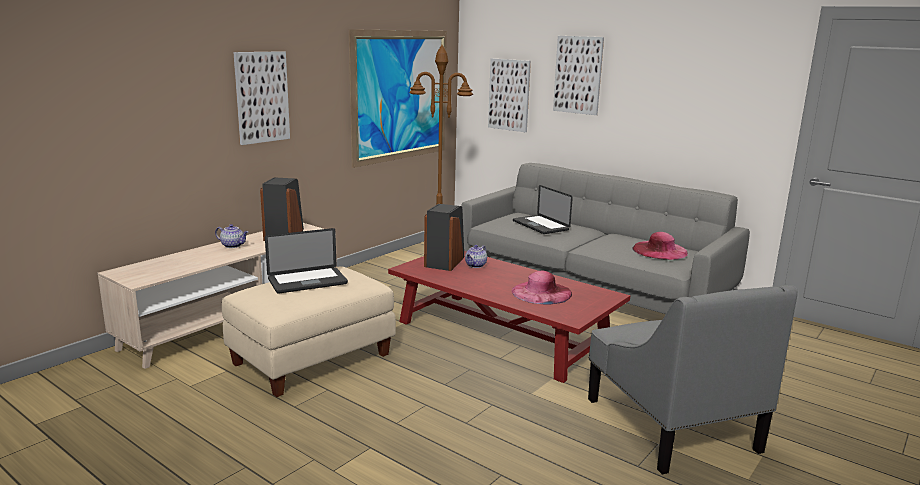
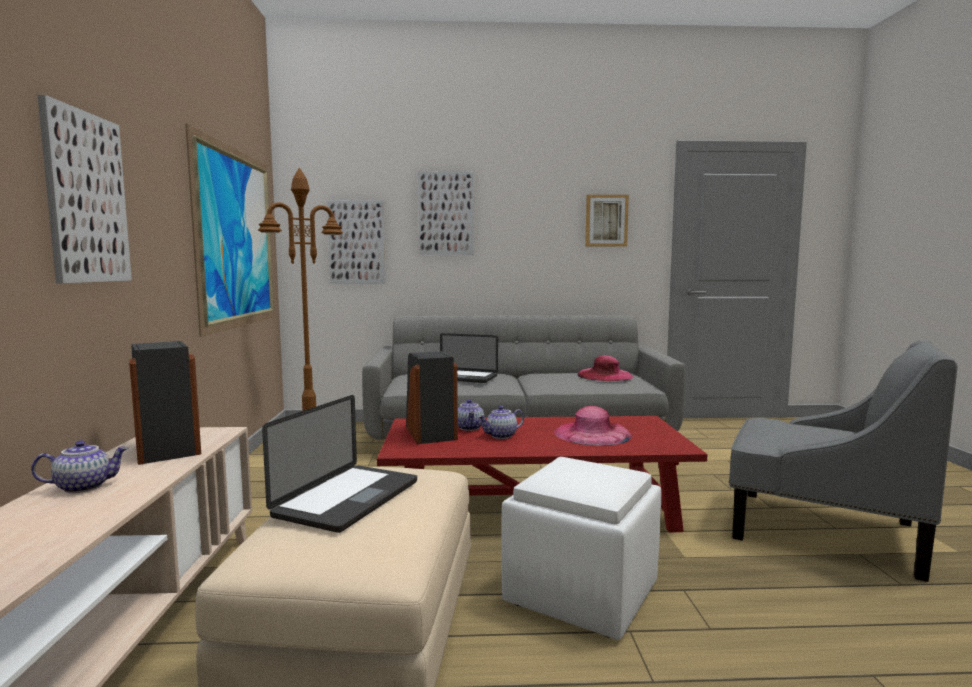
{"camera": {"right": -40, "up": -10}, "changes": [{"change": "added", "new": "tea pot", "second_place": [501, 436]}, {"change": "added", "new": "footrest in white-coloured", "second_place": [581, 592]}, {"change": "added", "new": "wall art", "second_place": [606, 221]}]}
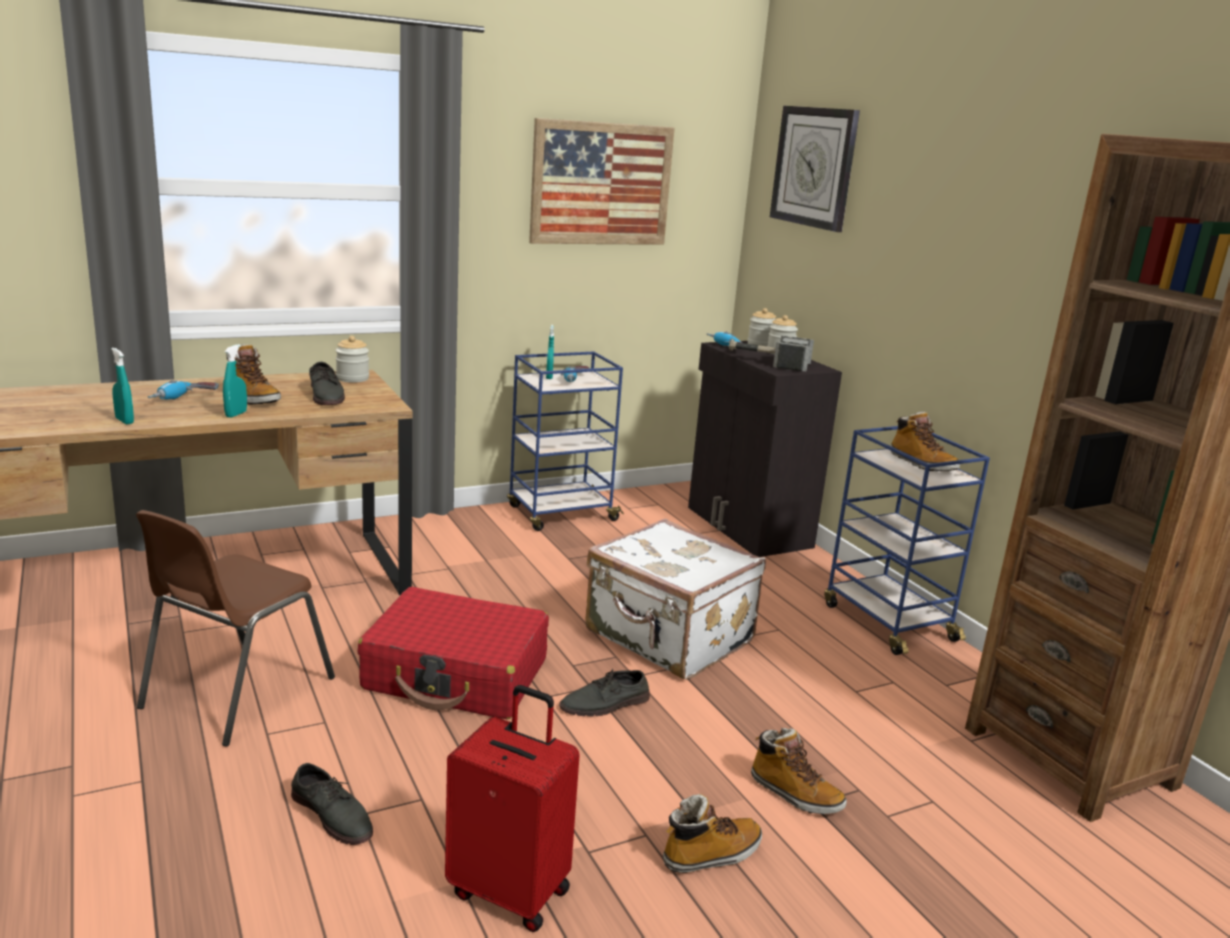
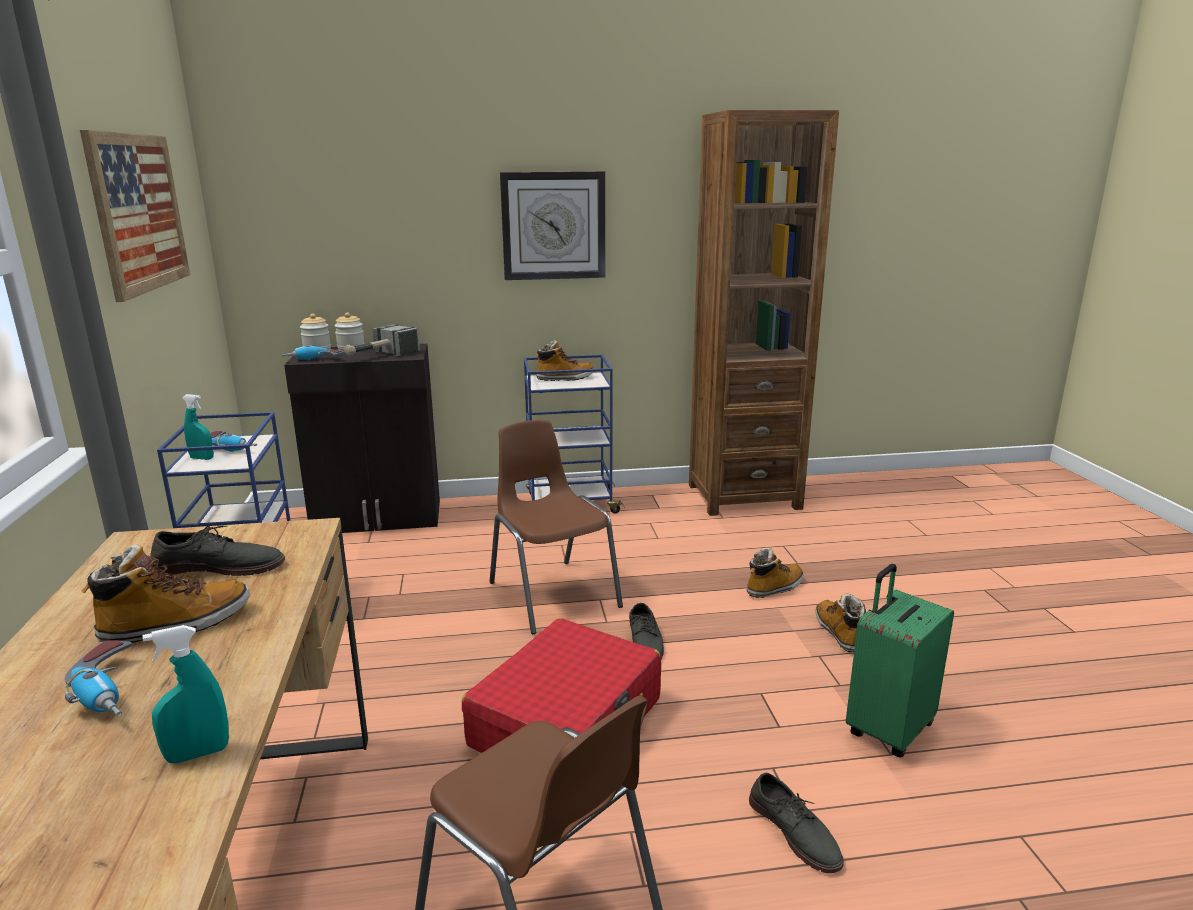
{"camera": {"right": -70, "up": 0}, "changes": [{"change": "replaced", "old": "piece of luggage in white-coloured", "new": "chair in brown-coloured", "first_place": [668, 638], "second_place": [552, 594]}, {"change": "moved", "old": "hanging clock", "first_place": [814, 167], "second_place": [553, 226]}, {"change": "turned", "old": "item of footwear in greyish", "first_place": [333, 814], "second_place": [795, 831], "degrees": 90}, {"change": "recoloured", "old": "piece of luggage in red-coloured", "new": "piece of luggage in greenish", "first_place": [511, 890], "second_place": [887, 729]}, {"change": "removed", "old": "sprayer in blue-green", "first_place": [236, 414]}, {"change": "removed", "old": "storage jar", "first_place": [352, 378]}]}
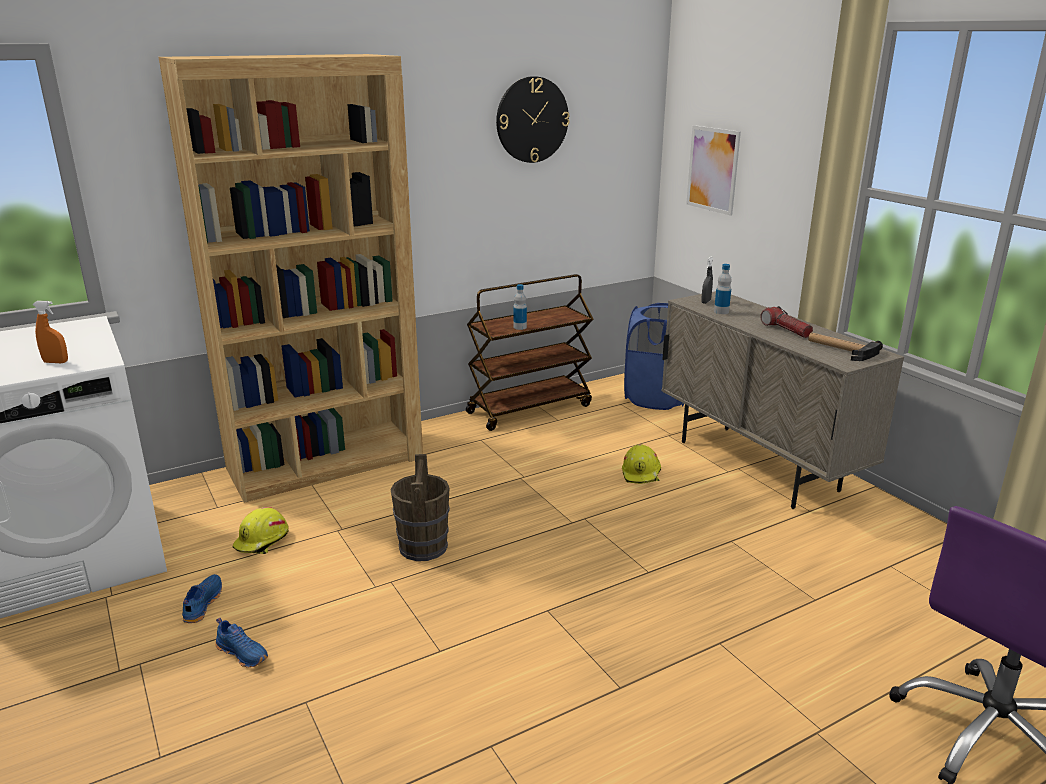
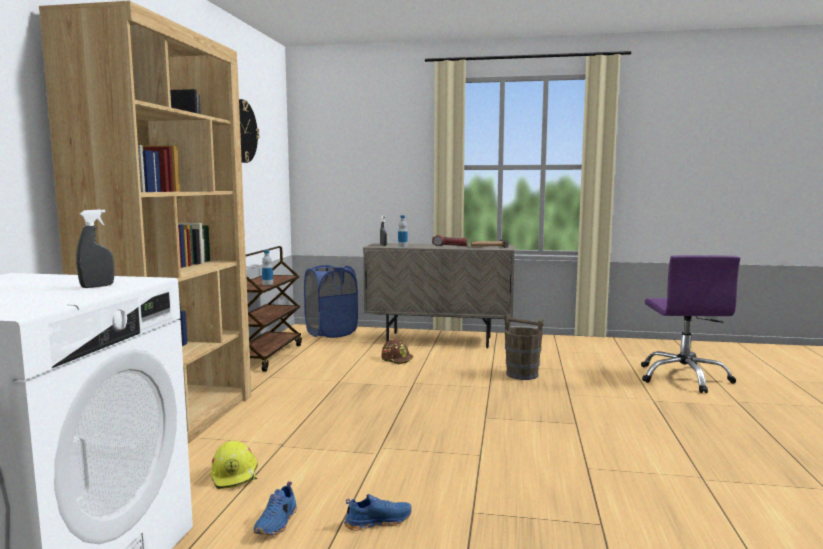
{"camera": {"right": -50, "up": -15}, "changes": [{"change": "recoloured", "old": "sprayer in orange-coloured", "new": "sprayer in greyish", "first_place": [56, 362], "second_place": [97, 286]}, {"change": "turned", "old": "item of footwear in bluish", "first_place": [202, 604], "second_place": [277, 523], "degrees": -120}, {"change": "recoloured", "old": "safety helmet in yellowish", "new": "safety helmet in brown-coloured", "first_place": [641, 473], "second_place": [397, 359]}, {"change": "moved", "old": "water bucket in brown-coloured", "first_place": [423, 546], "second_place": [521, 374]}, {"change": "removed", "old": "wall art", "first_place": [713, 169]}]}
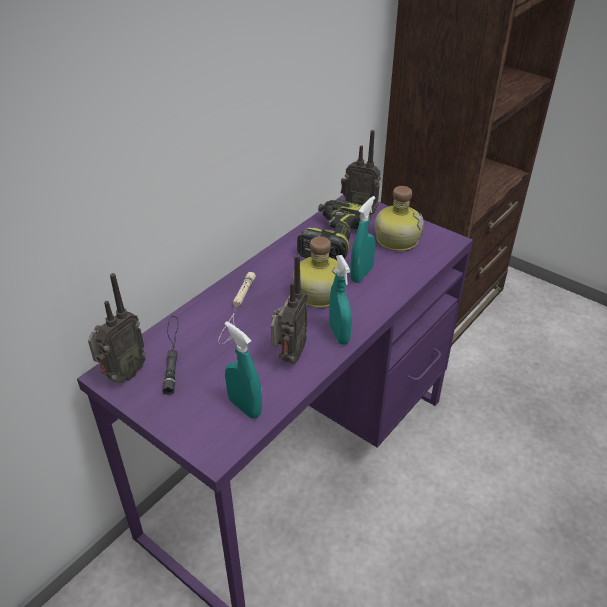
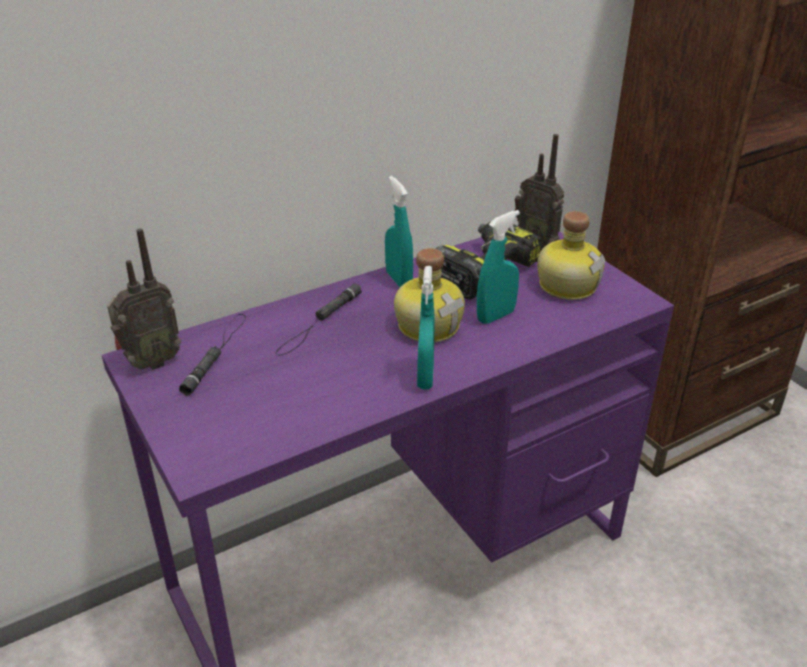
{"camera": {"right": 20, "up": -5}, "changes": [{"change": "recoloured", "old": "torch in beige-coloured", "new": "torch in black", "first_place": [237, 309], "second_place": [319, 323]}, {"change": "moved", "old": "sprayer in blue-green", "first_place": [245, 407], "second_place": [398, 279]}, {"change": "removed", "old": "radio receiver", "first_place": [288, 357]}]}
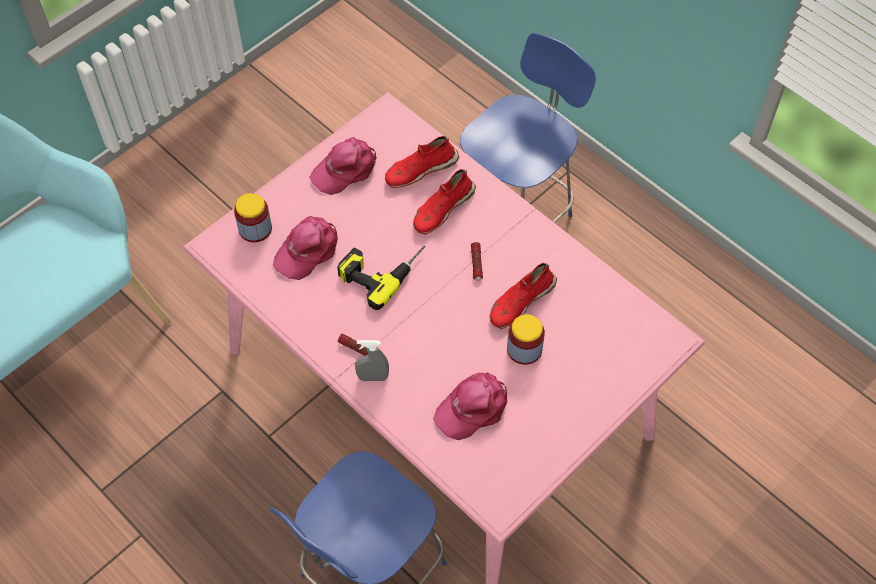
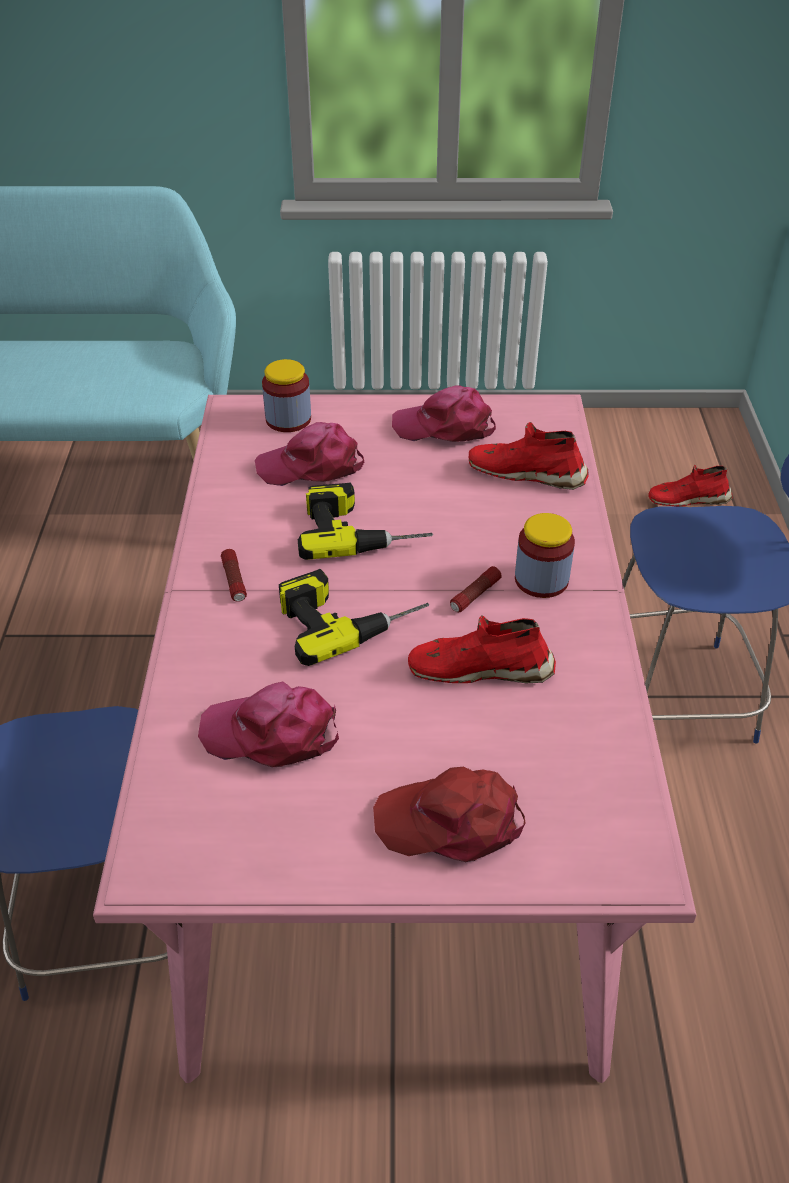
{"camera": {"right": 45, "up": -15}, "changes": [{"change": "added", "new": "drill", "second_place": [348, 615]}, {"change": "added", "new": "peaked cap in red-coloured", "second_place": [451, 821]}, {"change": "moved", "old": "storage jar", "first_place": [524, 349], "second_place": [541, 580]}, {"change": "moved", "old": "item of footwear in red-coloured", "first_place": [442, 208], "second_place": [687, 499]}, {"change": "removed", "old": "sprayer in greyish", "first_place": [373, 377]}]}
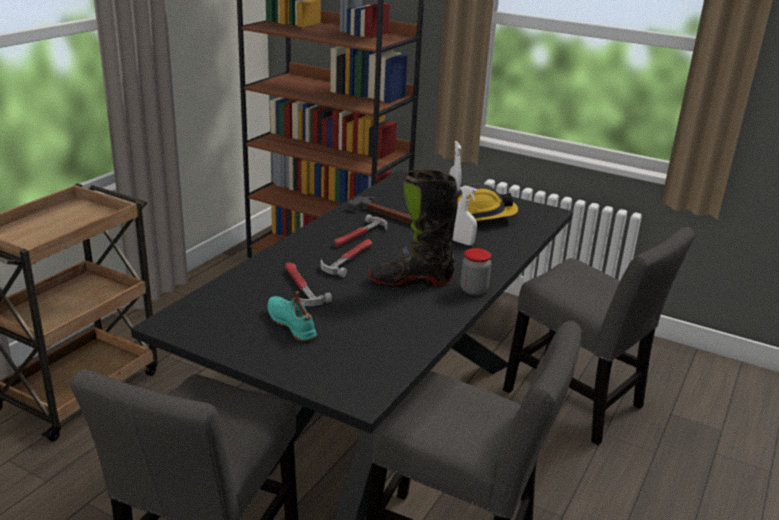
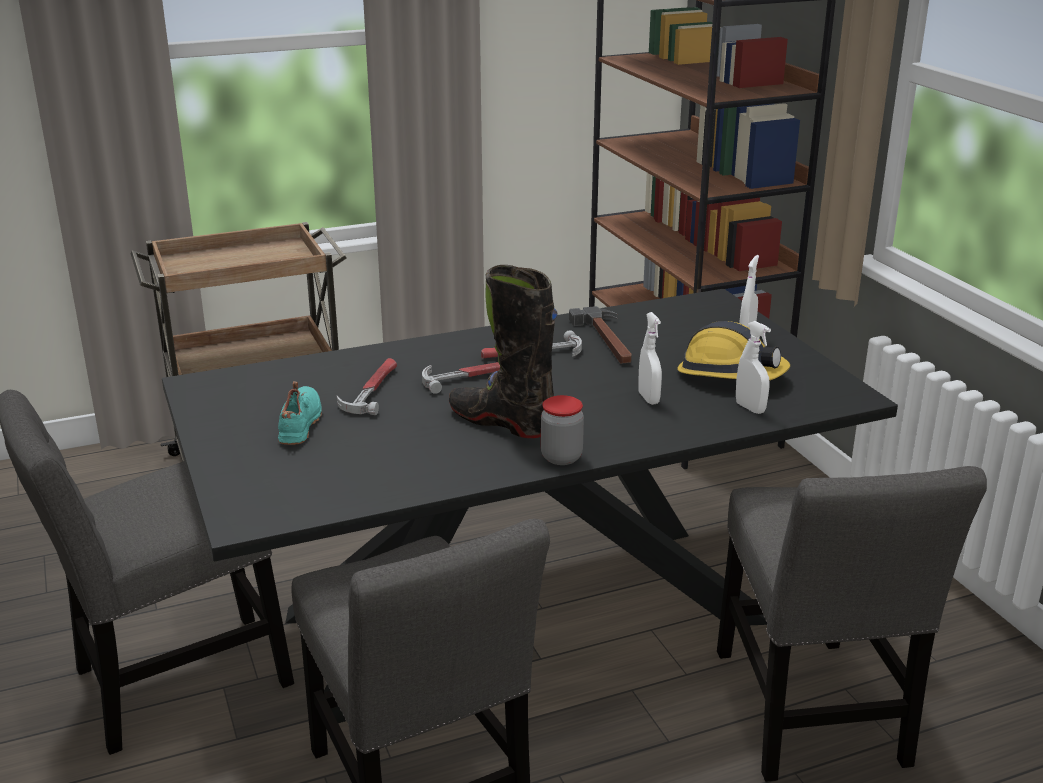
{"camera": {"right": 40, "up": 0}, "changes": [{"change": "added", "new": "sprayer in white-coloured", "second_place": [750, 408]}]}
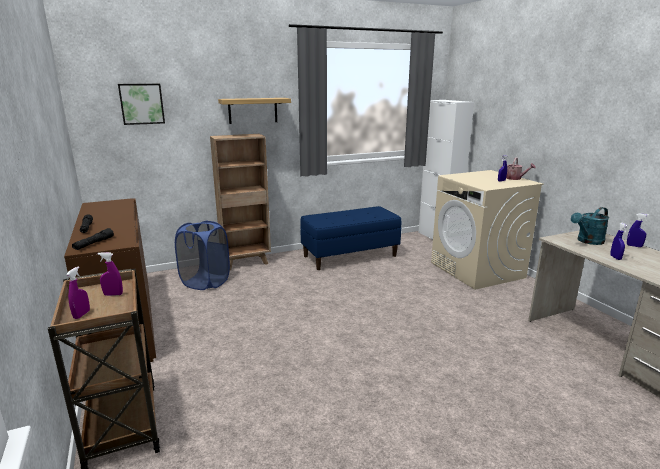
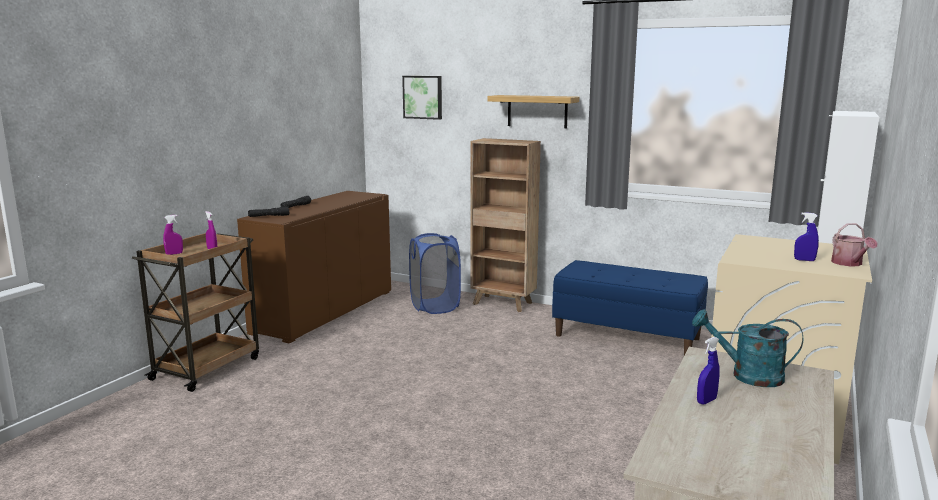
{"camera": {"right": 50, "up": -5}, "changes": [{"change": "removed", "old": "sprayer in bluish", "first_place": [634, 246]}]}
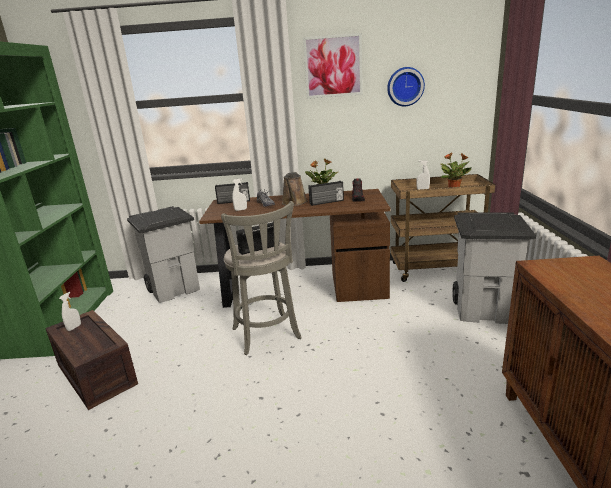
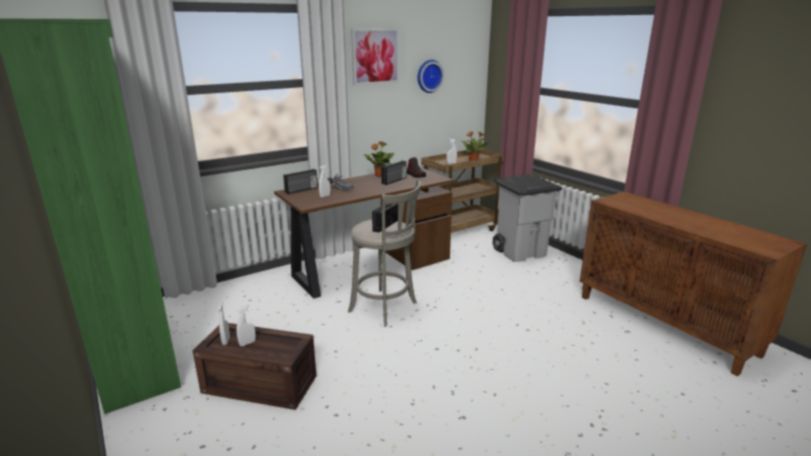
{"camera": {"right": -35, "up": 0}, "changes": [{"change": "added", "new": "sprayer in white-coloured", "second_place": [247, 343]}, {"change": "removed", "old": "trash can in greyish", "first_place": [174, 289]}, {"change": "removed", "old": "watering can in brown-coloured", "first_place": [294, 203]}]}
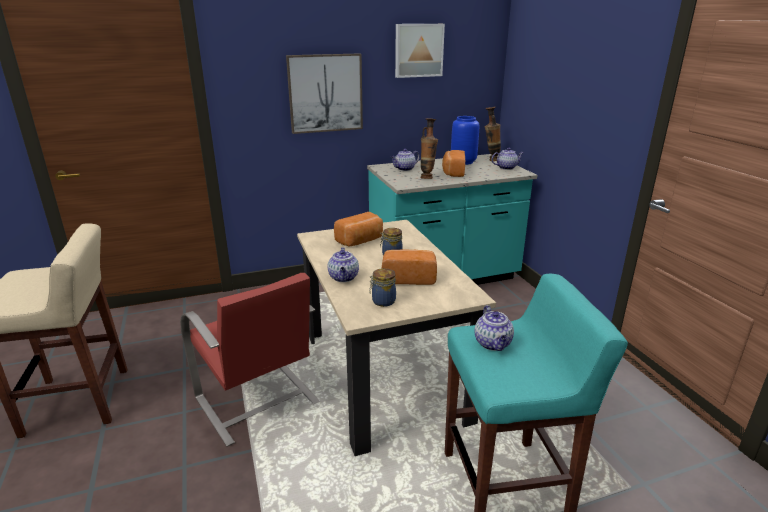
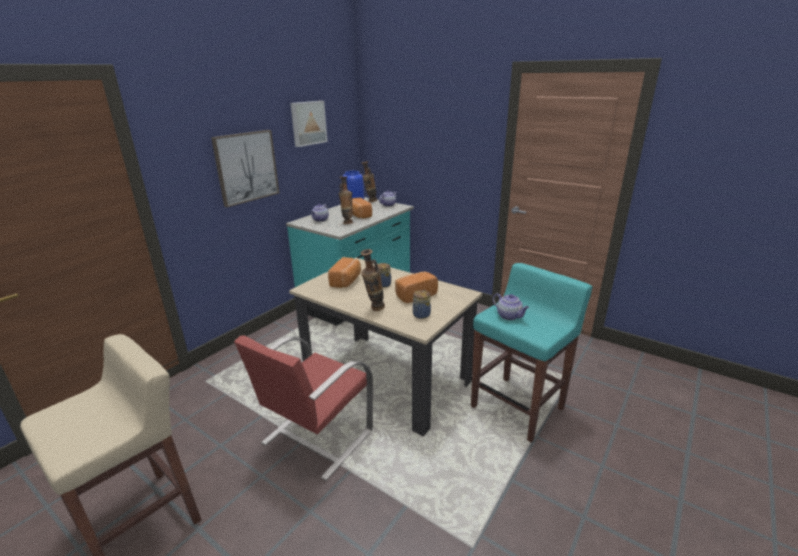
{"camera": {"right": -35, "up": 0}, "changes": [{"change": "turned", "old": "chair in red-coloured", "first_place": [257, 402], "second_place": [315, 438], "degrees": 105}, {"change": "replaced", "old": "tea pot", "new": "decorative vase", "first_place": [344, 278], "second_place": [373, 309]}]}
